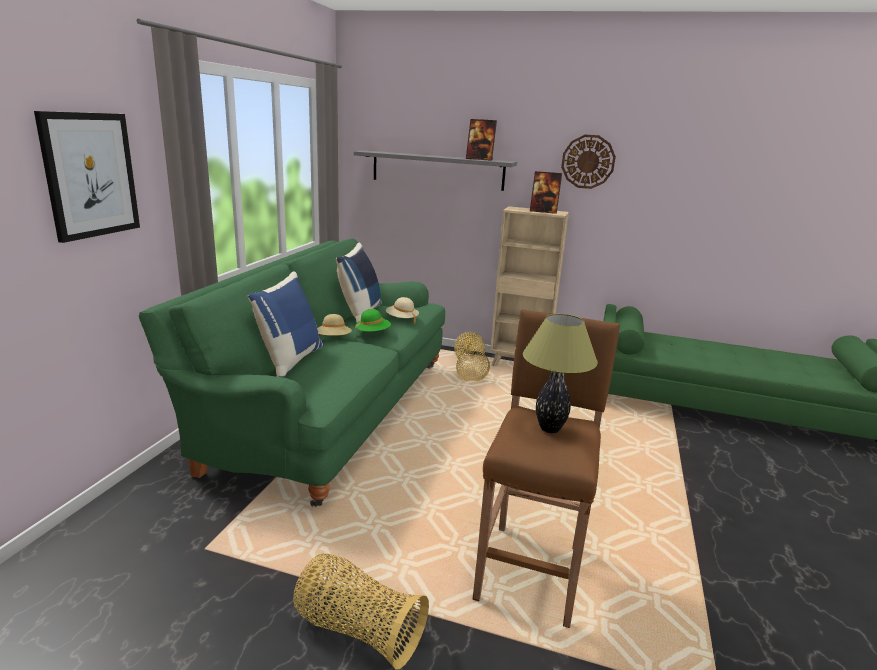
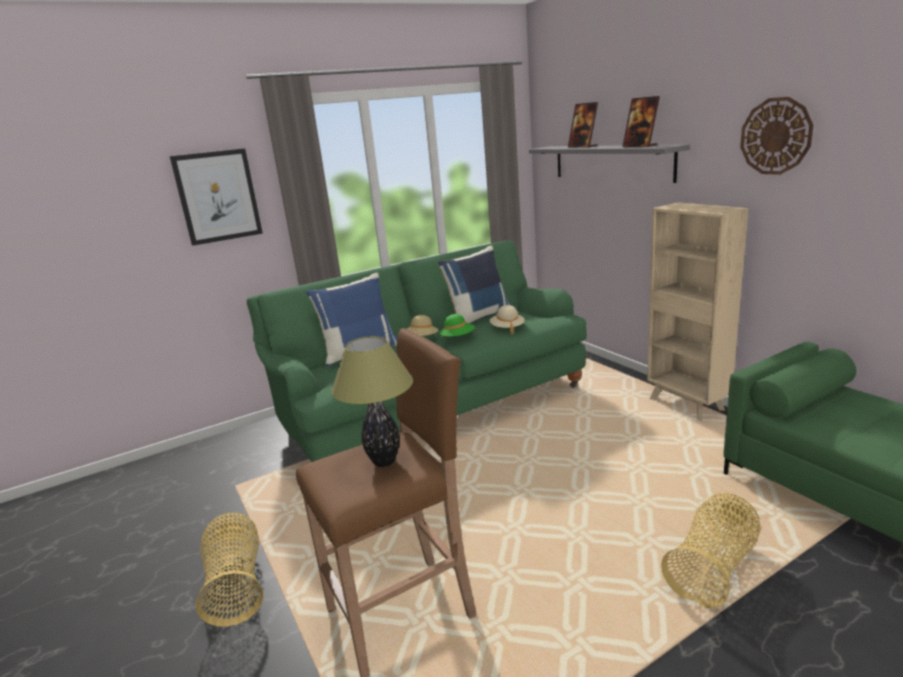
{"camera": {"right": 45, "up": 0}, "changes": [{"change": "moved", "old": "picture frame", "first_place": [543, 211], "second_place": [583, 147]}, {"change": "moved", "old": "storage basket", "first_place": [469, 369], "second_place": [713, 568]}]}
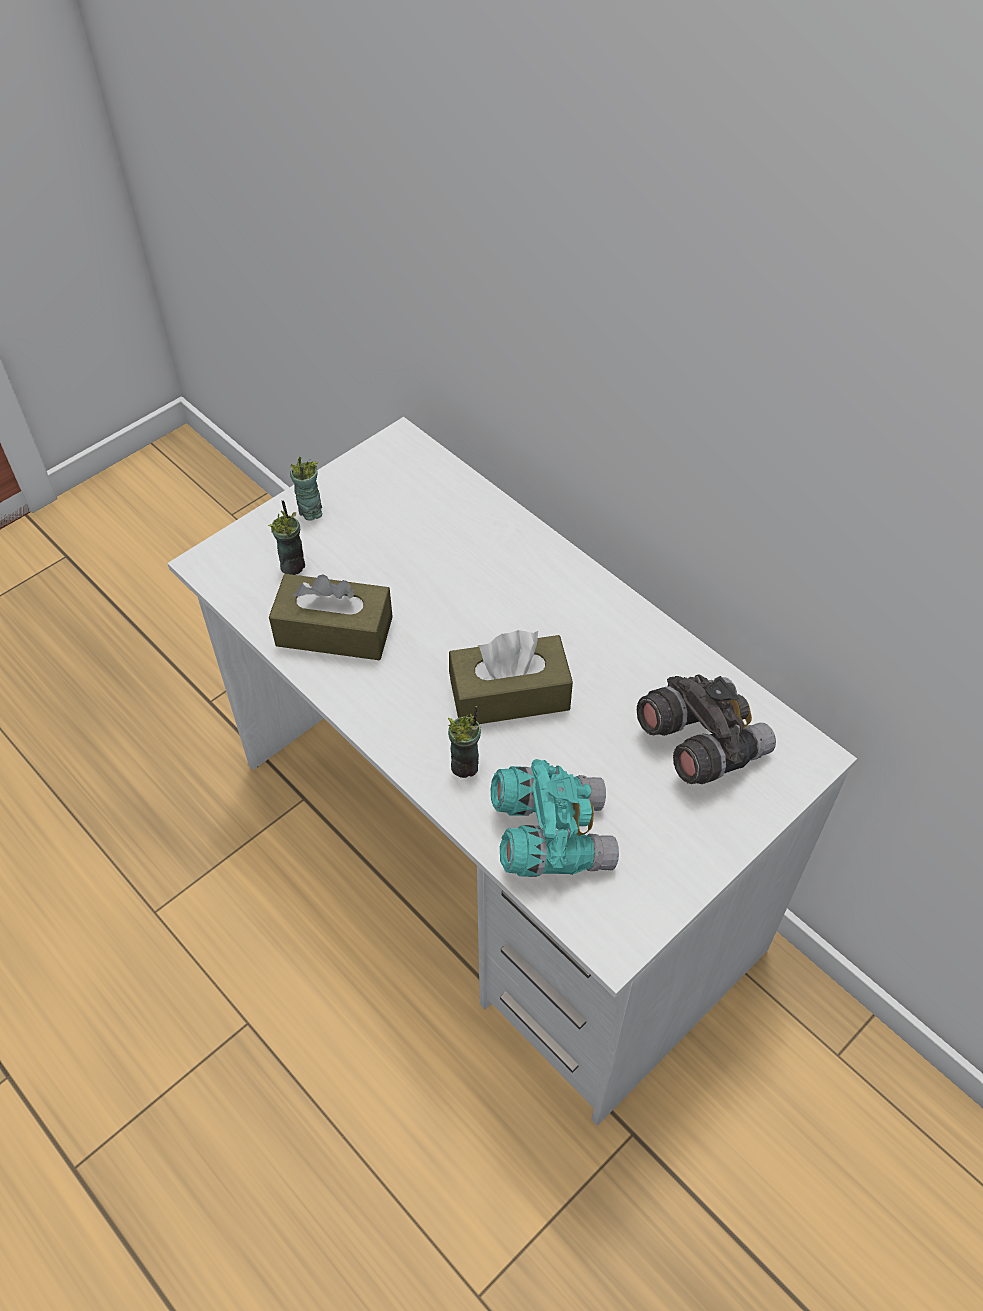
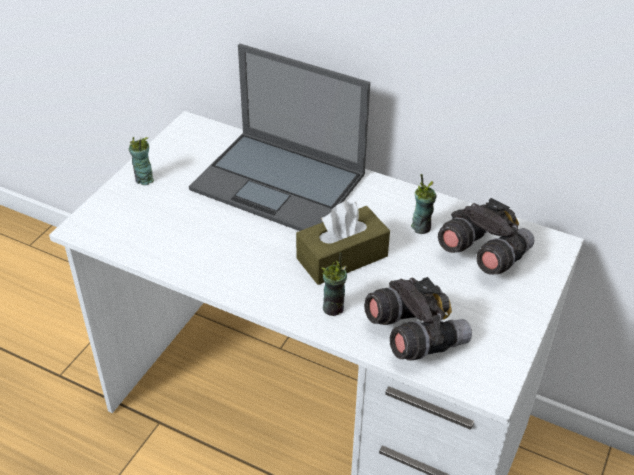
{"camera": {"right": -20, "up": -10}, "changes": [{"change": "added", "new": "portable computer", "second_place": [280, 182]}, {"change": "recoloured", "old": "field glasses in blue-green", "new": "field glasses in greyish", "first_place": [551, 835], "second_place": [414, 335]}, {"change": "moved", "old": "cup", "first_place": [293, 565], "second_place": [421, 227]}, {"change": "removed", "old": "tissue box in brown-coloured", "first_place": [334, 631]}]}
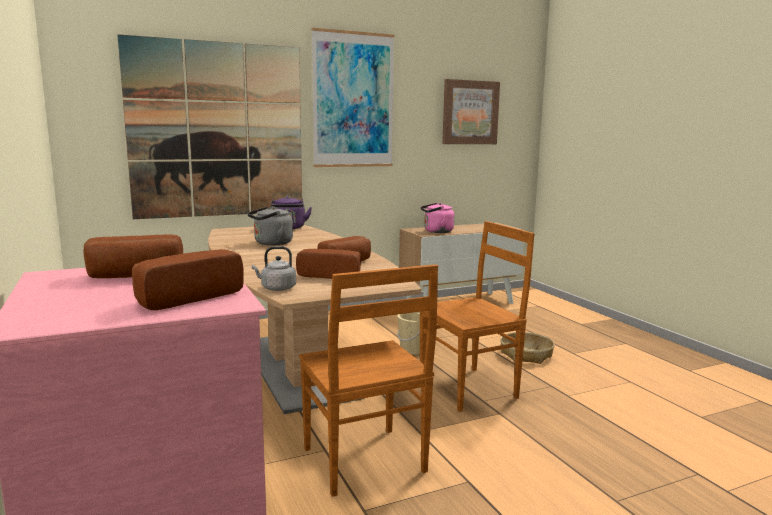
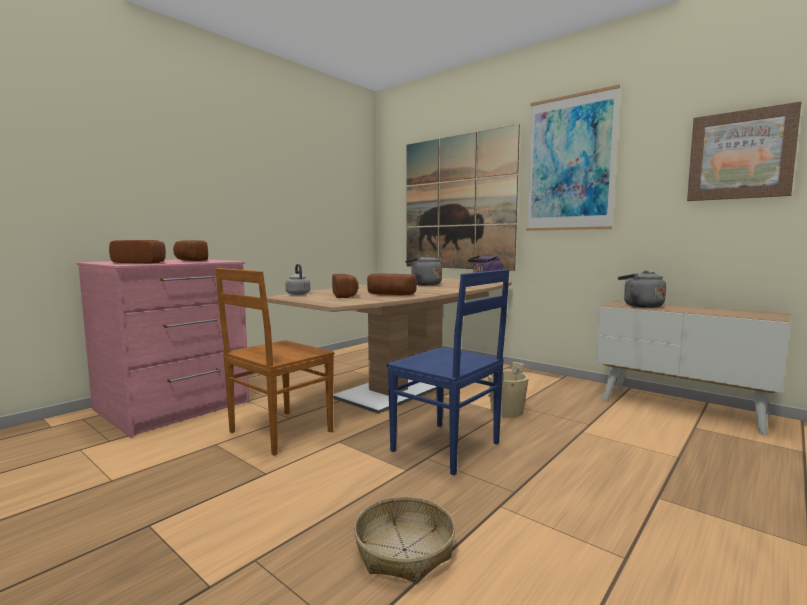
{"camera": {"right": 65, "up": -5}, "changes": [{"change": "moved", "old": "storage basket", "first_place": [526, 355], "second_place": [405, 550]}, {"change": "recoloured", "old": "chair in brown-coloured", "new": "chair in bluish", "first_place": [470, 388], "second_place": [448, 448]}, {"change": "recoloured", "old": "kettle in pink", "new": "kettle in greyish", "first_place": [436, 231], "second_place": [640, 306]}]}
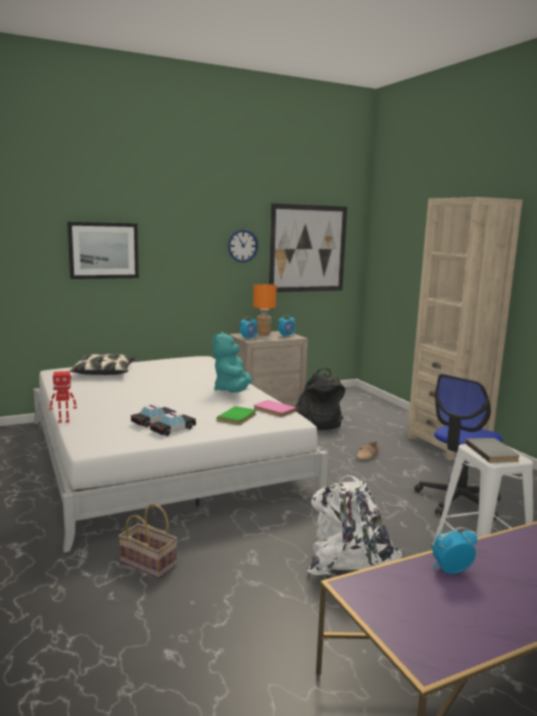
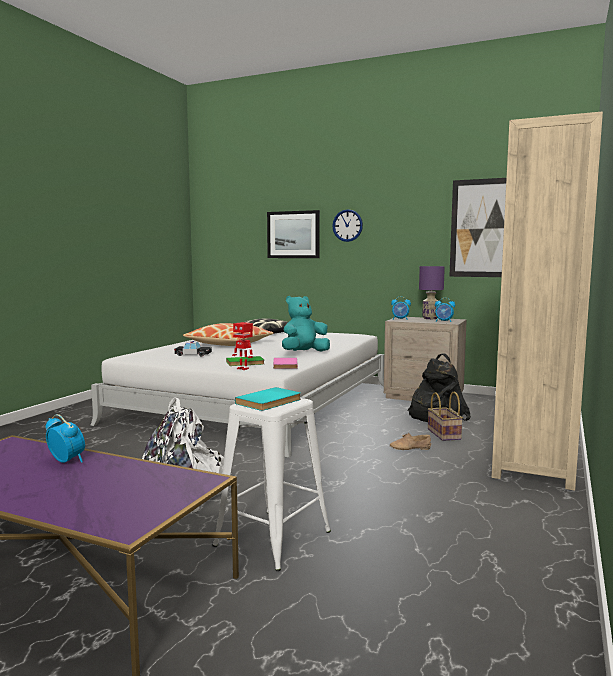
{"camera": {"right": 50, "up": -5}, "changes": [{"change": "added", "new": "throw pillow", "second_place": [229, 344]}, {"change": "moved", "old": "robot figure", "first_place": [64, 421], "second_place": [243, 368]}, {"change": "recoloured", "old": "volume in greyish", "new": "volume in blue-green", "first_place": [493, 452], "second_place": [270, 402]}, {"change": "moved", "old": "hanging clock", "first_place": [242, 245], "second_place": [347, 225]}, {"change": "recoloured", "old": "table lamp in orange-coloured", "new": "table lamp in purple-coloured", "first_place": [263, 333], "second_place": [430, 318]}, {"change": "moved", "old": "storage basket", "first_place": [150, 563], "second_place": [445, 434]}, {"change": "removed", "old": "toy car", "first_place": [173, 429]}, {"change": "removed", "old": "computer chair", "first_place": [458, 501]}]}
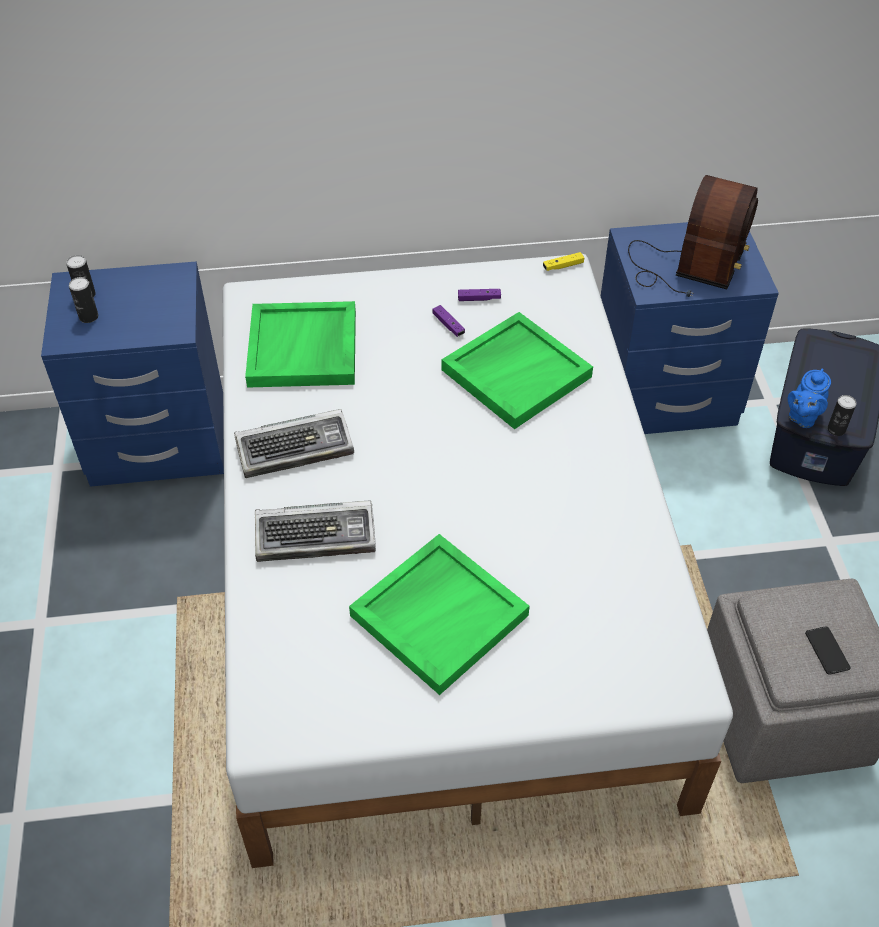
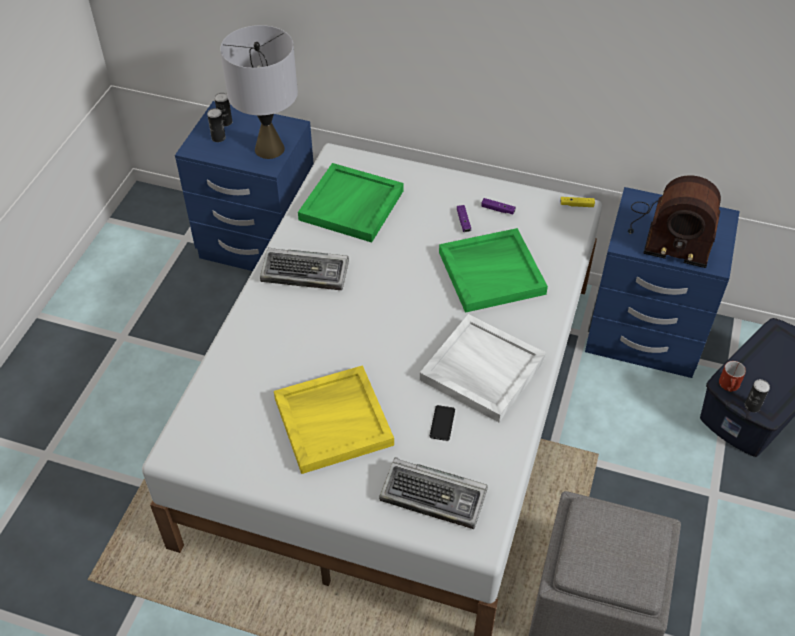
{"camera": {"right": 25, "up": 0}, "changes": [{"change": "added", "new": "table lamp in greyish", "second_place": [269, 149]}, {"change": "recoloured", "old": "tray in greenish", "new": "tray in yellowish", "first_place": [439, 614], "second_place": [334, 420]}, {"change": "moved", "old": "PC keyboard", "first_place": [317, 536], "second_place": [434, 497]}, {"change": "added", "new": "tray in white-coloured", "second_place": [481, 370]}, {"change": "moved", "old": "telephone", "first_place": [827, 651], "second_place": [442, 423]}, {"change": "turned", "old": "radio receiver", "first_place": [688, 265], "second_place": [668, 234], "degrees": 60}, {"change": "replaced", "old": "tea pot in bluish", "new": "tea mug in red-coloured", "first_place": [802, 417], "second_place": [729, 386]}]}
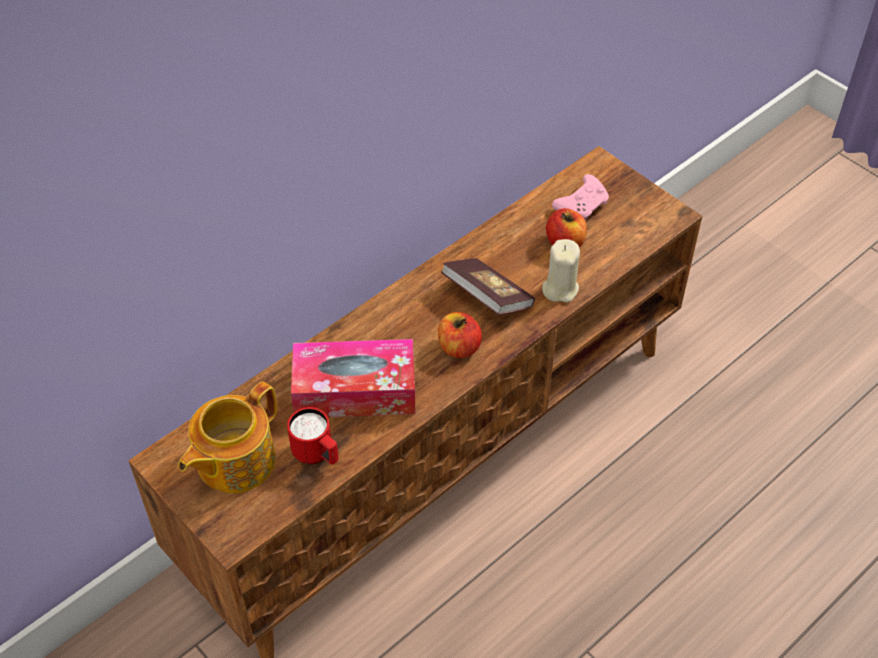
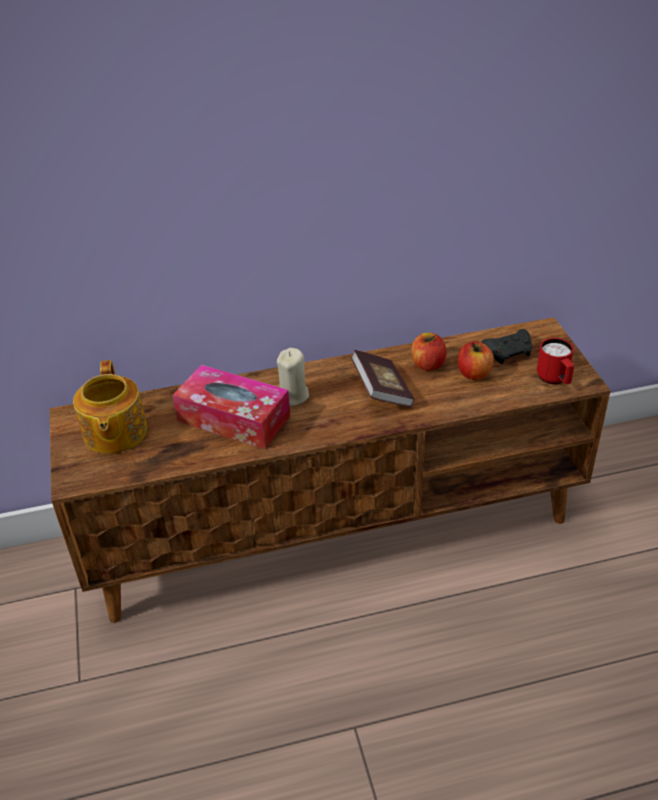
{"camera": {"right": 30, "up": -10}, "changes": [{"change": "turned", "old": "tea pot", "first_place": [234, 461], "second_place": [114, 433], "degrees": -75}, {"change": "moved", "old": "candle in beige-coloured", "first_place": [560, 289], "second_place": [293, 395]}, {"change": "moved", "old": "apple", "first_place": [459, 347], "second_place": [428, 364]}, {"change": "recoloured", "old": "game controller in pink", "new": "game controller in black", "first_place": [582, 205], "second_place": [509, 352]}, {"change": "moved", "old": "tea mug in red-coloured", "first_place": [317, 455], "second_place": [555, 380]}]}
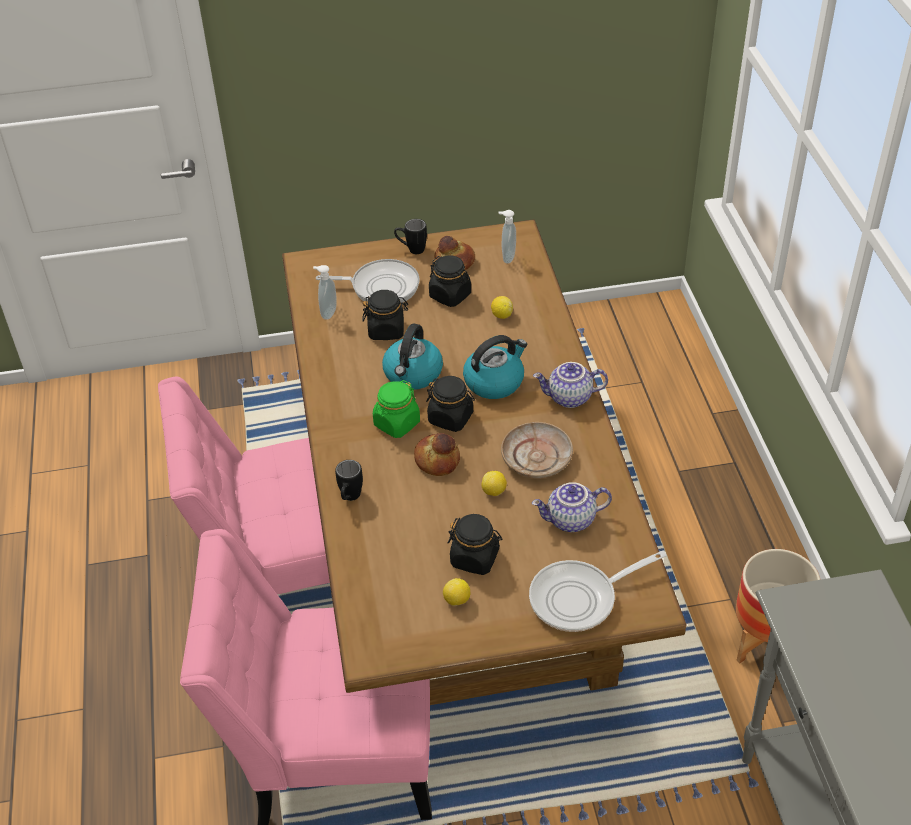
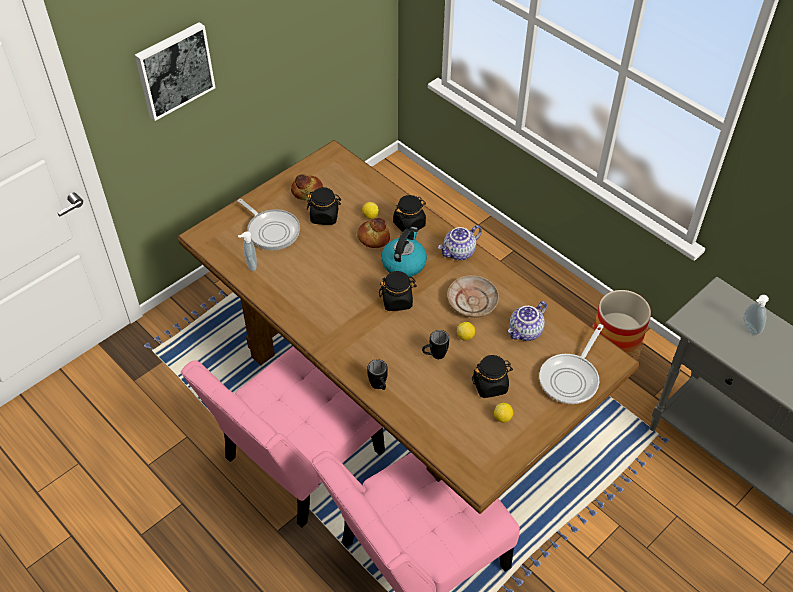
{"camera": {"right": -35, "up": 5}, "changes": [{"change": "added", "new": "wall art", "second_place": [174, 70]}, {"change": "turned", "old": "pan", "first_place": [381, 287], "second_place": [271, 230], "degrees": 75}, {"change": "moved", "old": "baked bread", "first_place": [438, 460], "second_place": [373, 238]}, {"change": "moved", "old": "storage jar in black", "first_place": [386, 330], "second_place": [409, 224]}, {"change": "moved", "old": "tea mug in black", "first_place": [411, 249], "second_place": [434, 356]}, {"change": "moved", "old": "soap bottle", "first_place": [507, 257], "second_place": [748, 329]}, {"change": "removed", "old": "storage jar in greenish", "first_place": [396, 424]}, {"change": "removed", "old": "kettle", "first_place": [413, 374]}]}
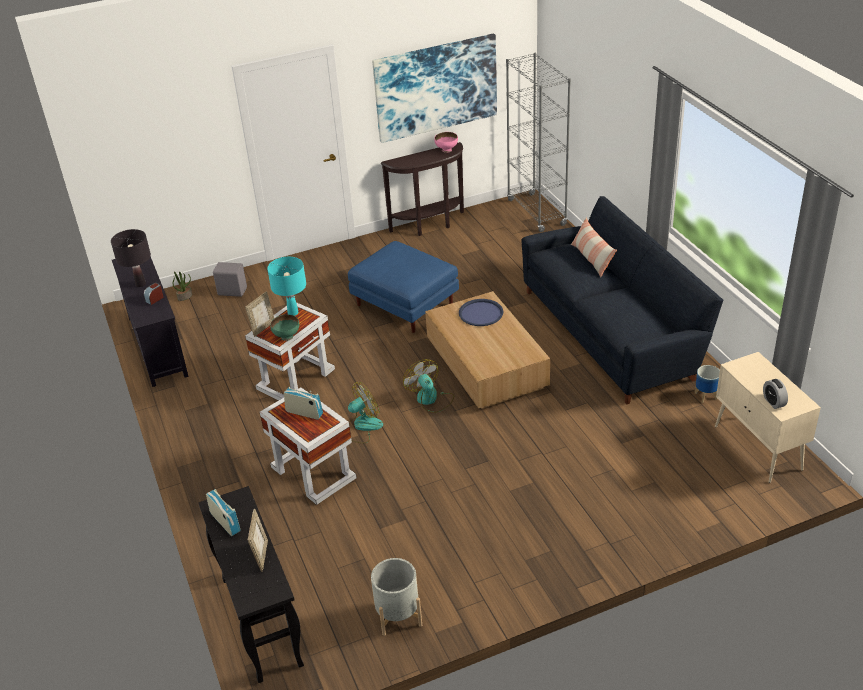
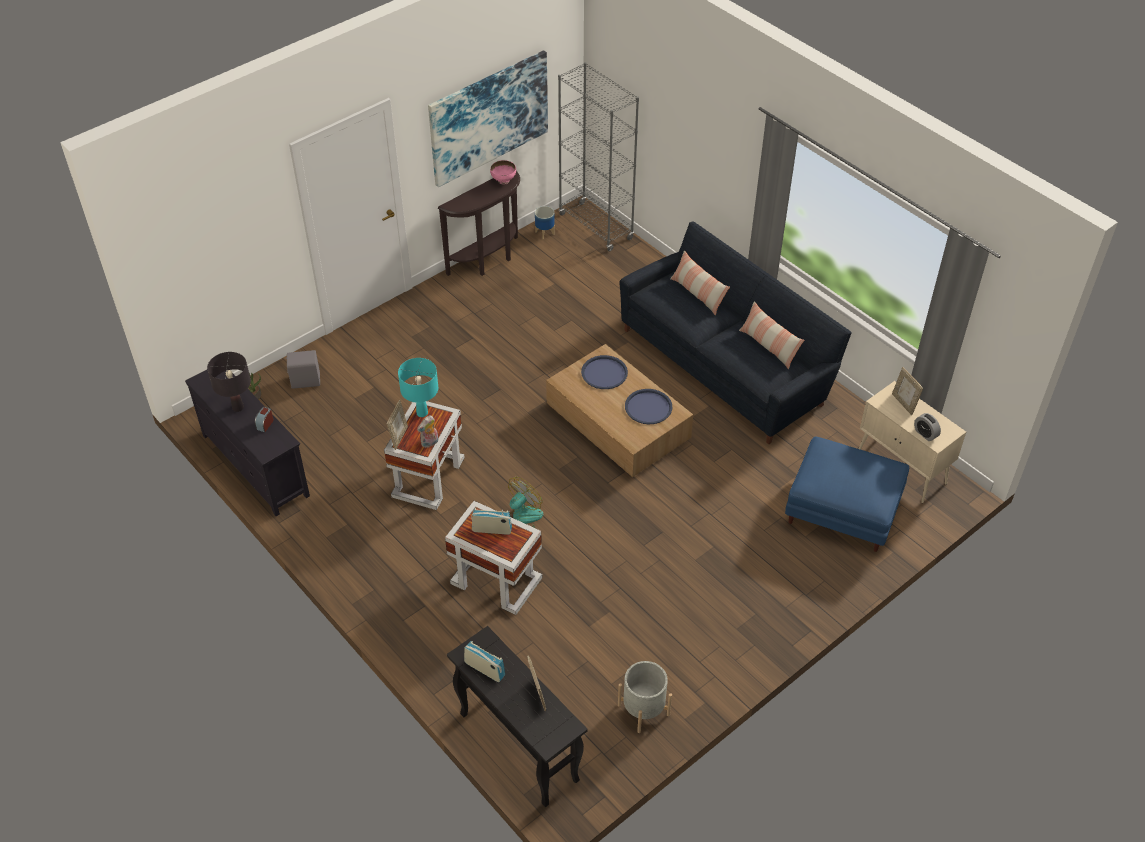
{"camera": {"right": -20, "up": 10}, "changes": [{"change": "replaced", "old": "deep dish in greenish", "new": "cuddly toy", "first_place": [287, 336], "second_place": [430, 443]}, {"change": "moved", "old": "flower pot", "first_place": [706, 396], "second_place": [545, 233]}, {"change": "added", "new": "tray in bluish", "second_place": [648, 407]}, {"change": "added", "new": "throw pillow", "second_place": [769, 346]}, {"change": "moved", "old": "footrest in bluish", "first_place": [406, 305], "second_place": [843, 512]}, {"change": "added", "new": "picture frame", "second_place": [903, 403]}, {"change": "removed", "old": "cooling fan", "first_place": [430, 399]}]}
